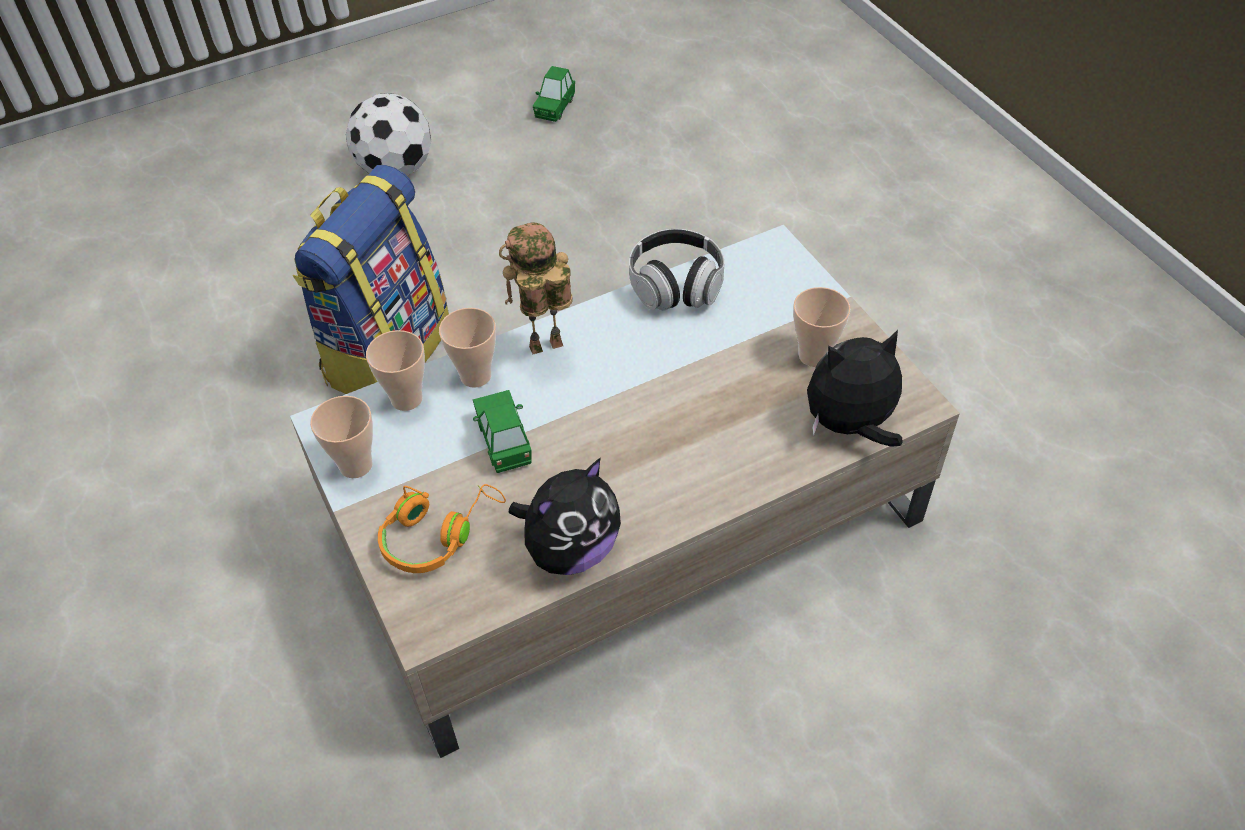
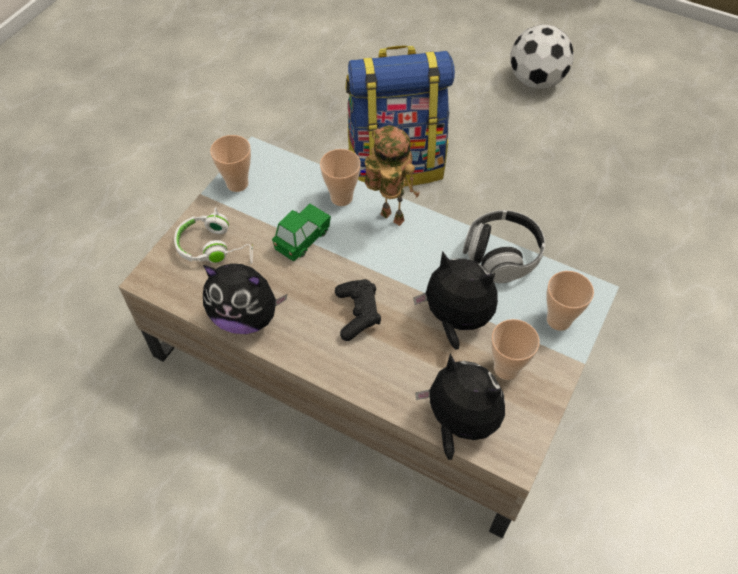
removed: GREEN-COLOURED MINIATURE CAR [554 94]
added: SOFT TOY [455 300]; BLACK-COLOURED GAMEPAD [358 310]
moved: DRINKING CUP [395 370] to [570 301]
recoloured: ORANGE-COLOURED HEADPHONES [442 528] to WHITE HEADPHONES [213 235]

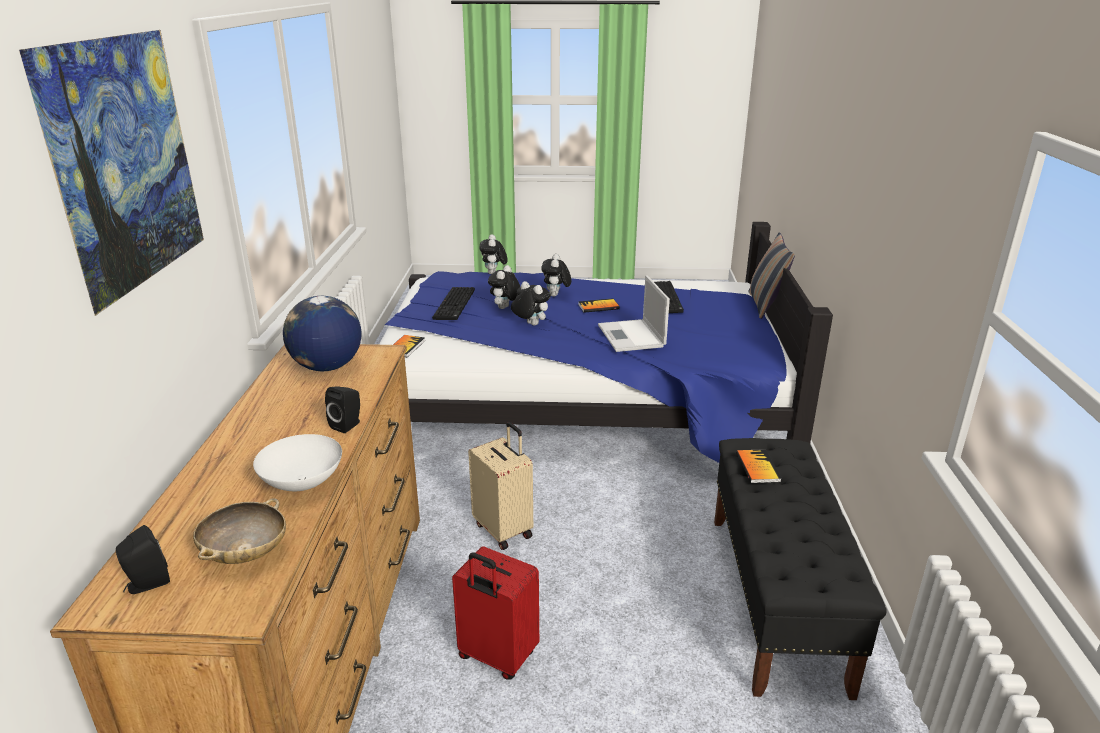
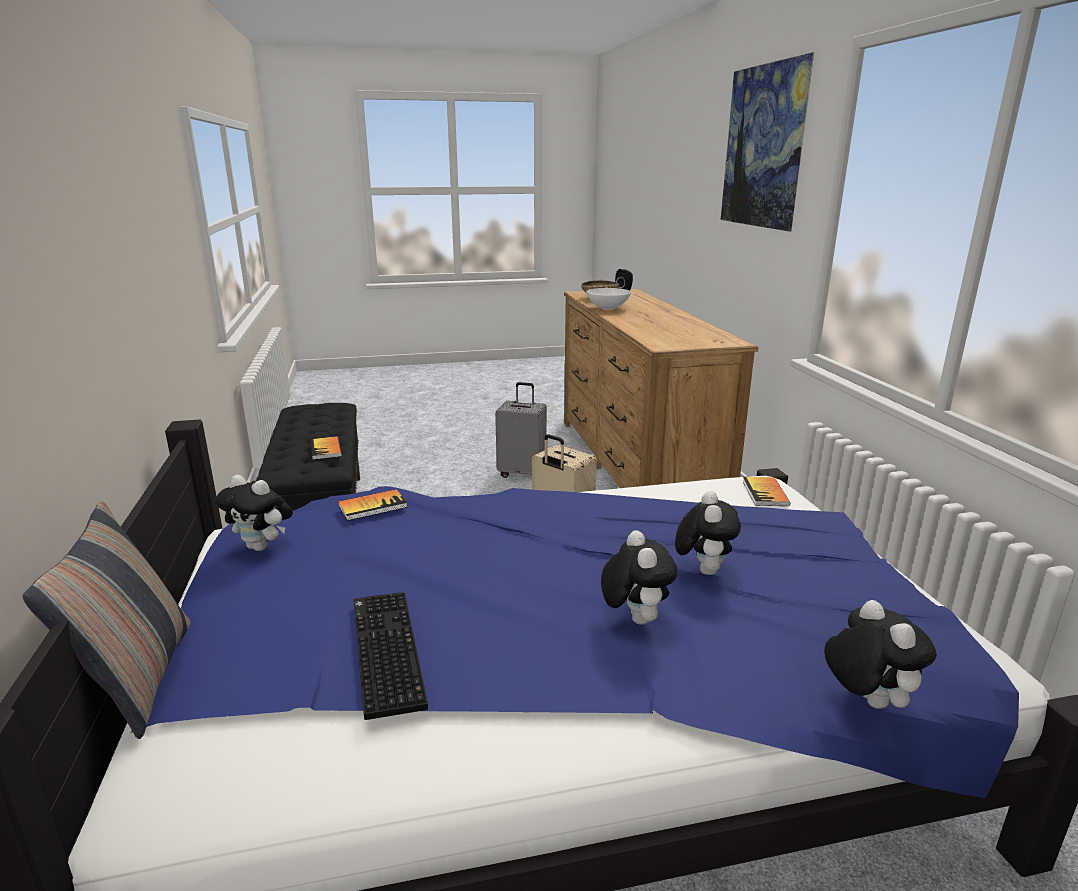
removed: LAPTOP [634 313]; PC KEYBOARD [453 303]; WORLD GLOBE [322 333]; BLACK-COLOURED SPEAKER [342 409]
moved: SOFT TOY [531 303] to [254 513]; VOLUME [599 305] to [372 505]
recoloured: RED-COLOURED TRAVEL CASE [495 613] to GREYISH TRAVEL CASE [521 430]

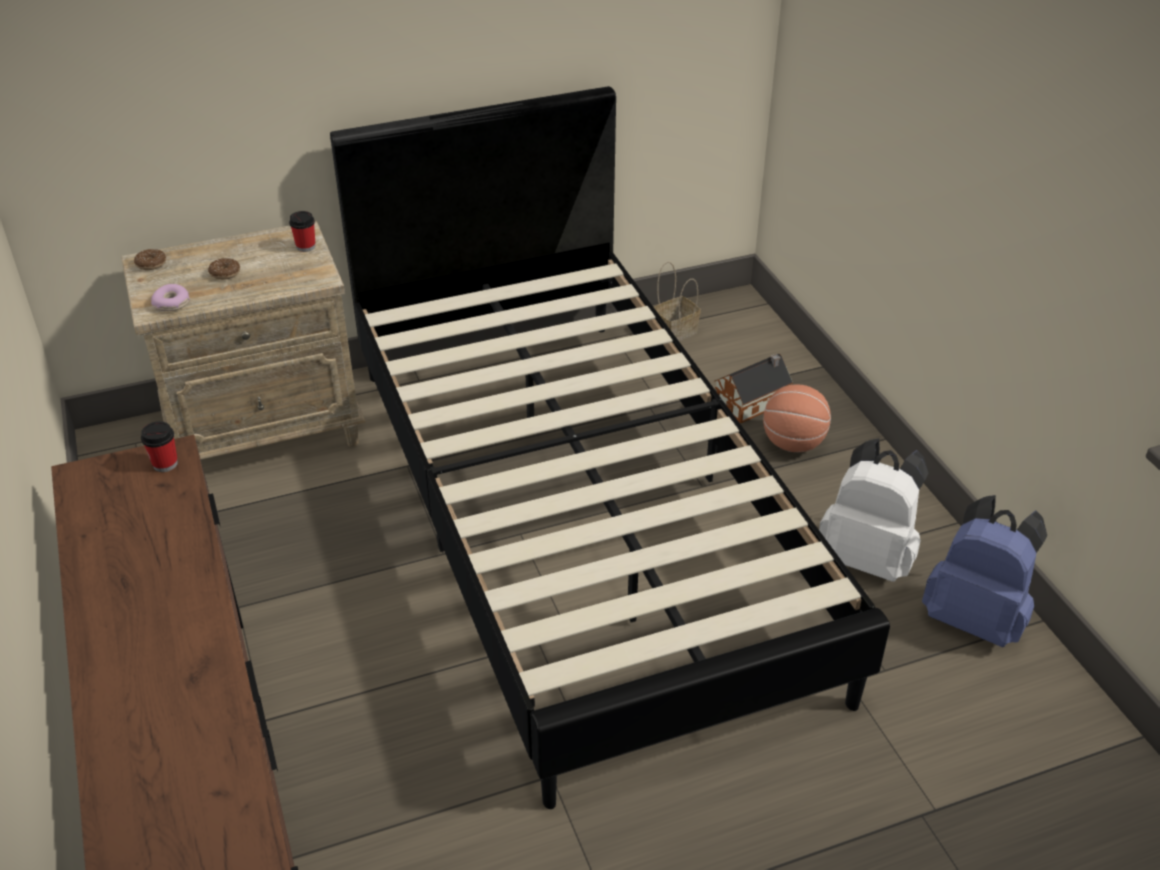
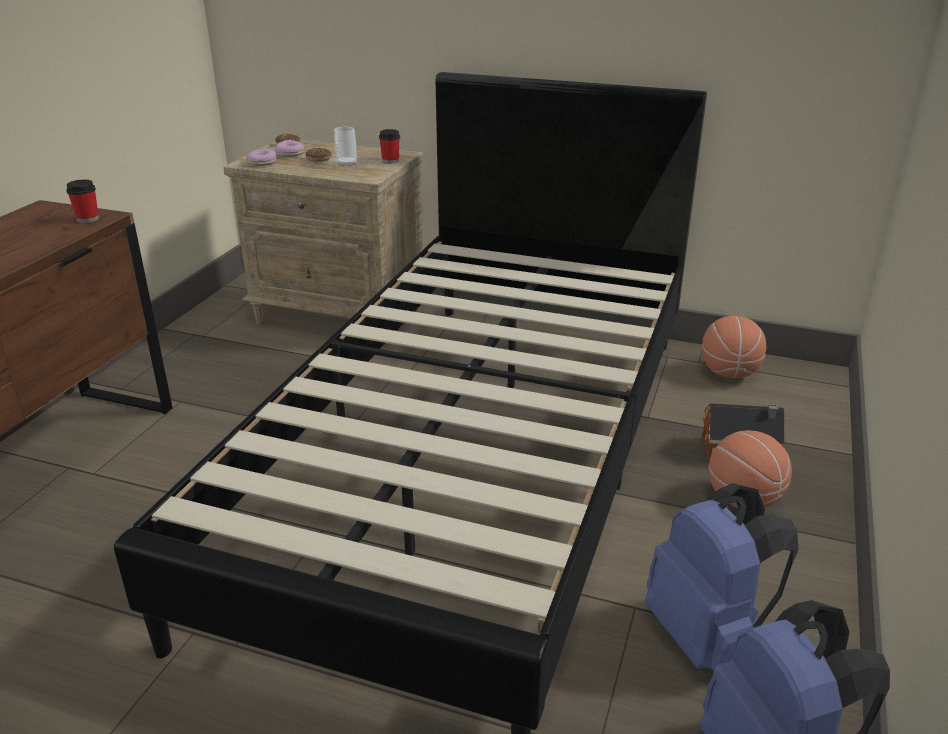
added: DRINKING CUP [345 147]; RING DOUGHNUT [289 148]
replaced: HOUSEHOLD BASKET [677 302] to BASKETBALL BALL [734 347]
recoloured: WHITE BACKPACK [873 510] to BLUE-COLOURED BACKPACK [721 576]

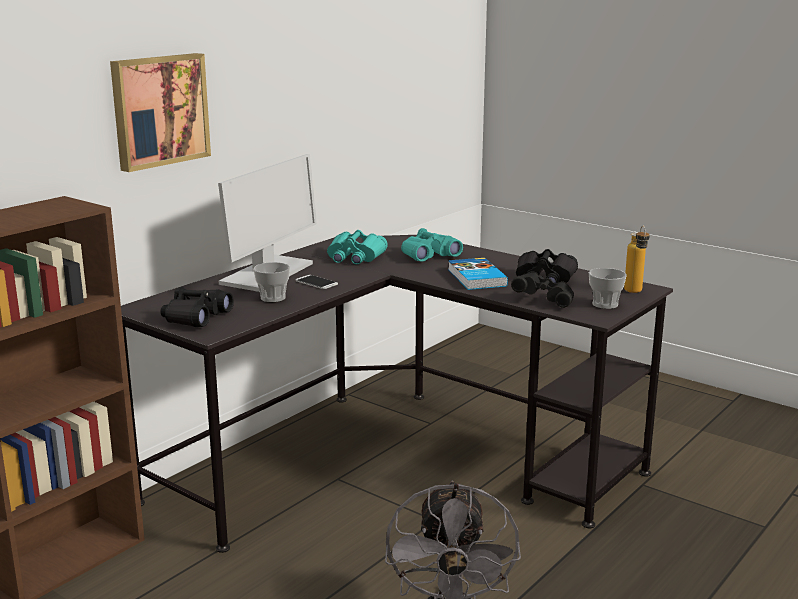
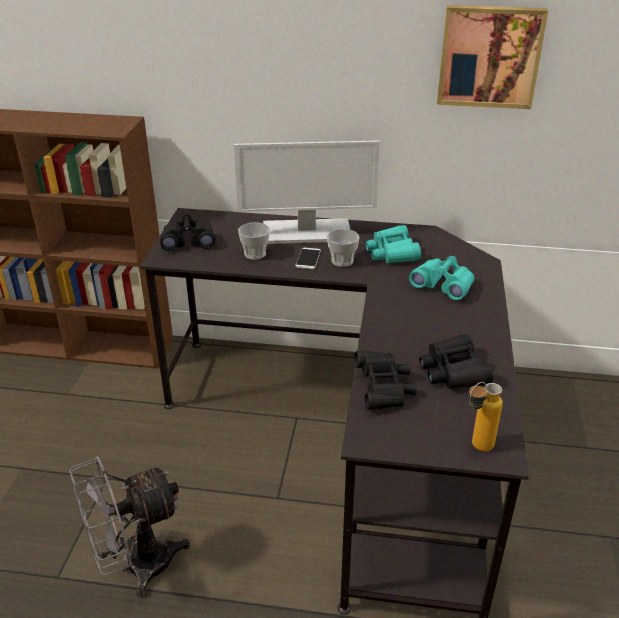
removed: VOLUME [478 274]
moved: WALL ART [160 112] to [492 57]; DRINKING CUP [608 288] to [343 248]

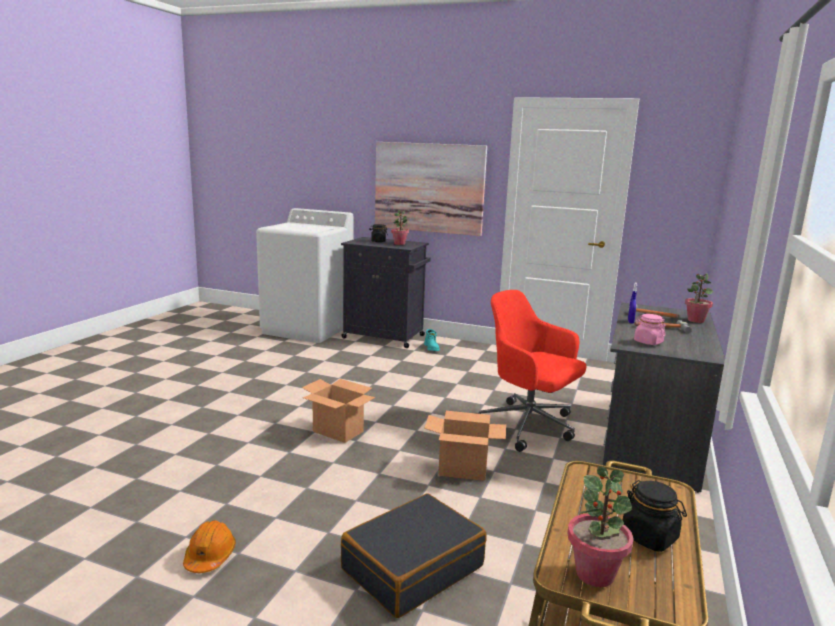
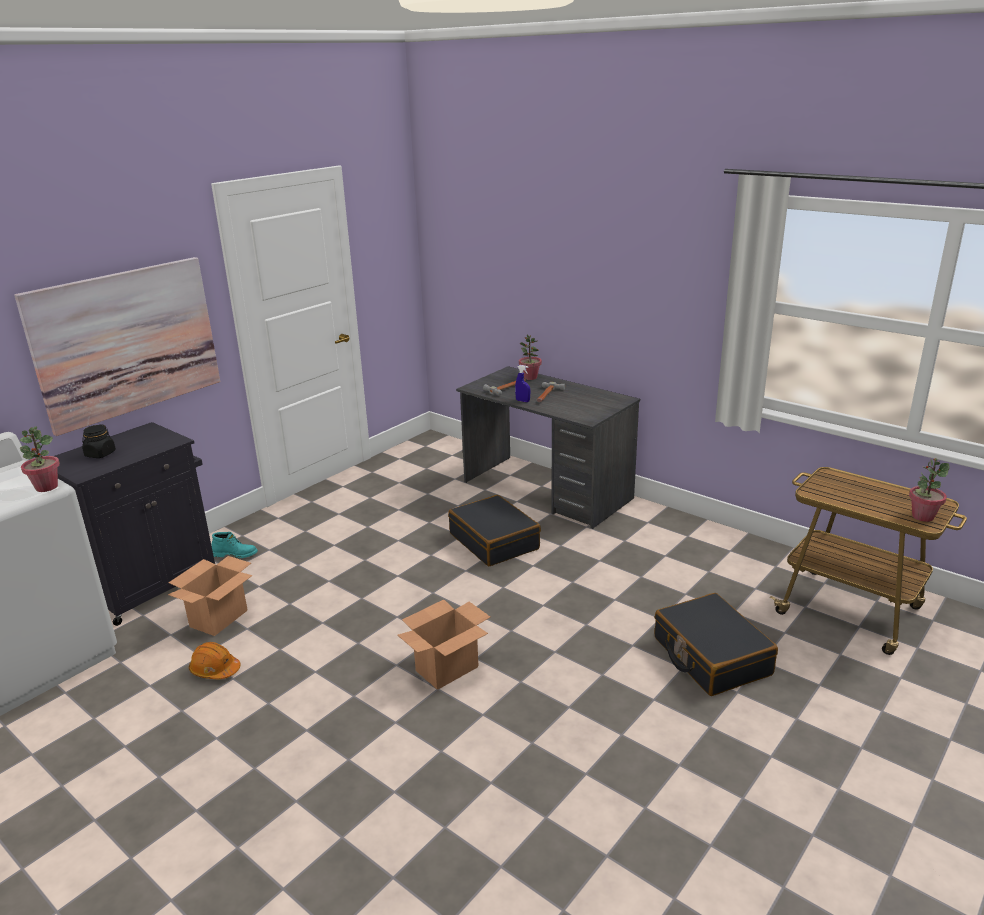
removed: PINKISH PRESERVE JAR [650 329]; BLACK-COLOURED PRESERVE JAR [655 516]
moved: HOUSEPLANT [400 227] to [40 459]; PACKING BOX [465 446] to [210 596]; ORANGE-COLOURED HARD HAT [209 546] to [215 660]
replaced: RED-COLOURED COMPUTER CHAIR [531 371] to BLACK-COLOURED TRAVEL CASE [494 530]

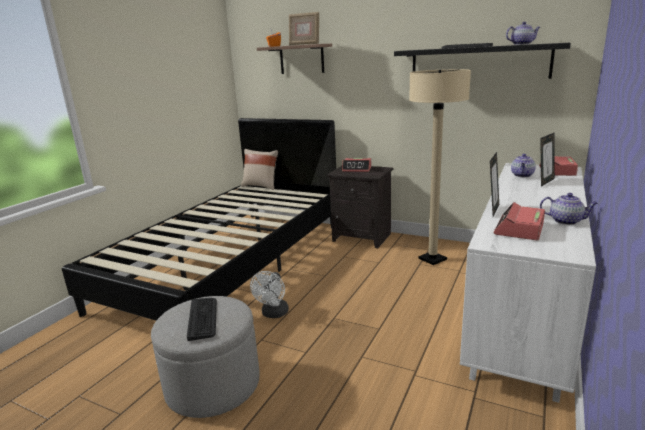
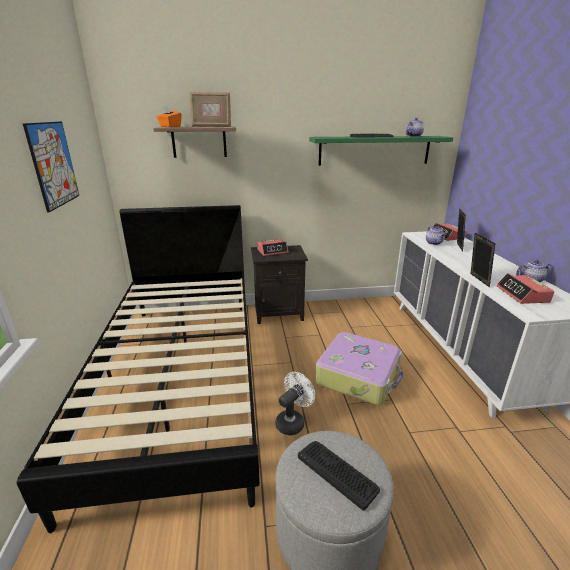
removed: BEIGE STANDING LAMP [440 167]; BEIGE CUSHION [259 169]
added: WALL ART [51 167]; TRAVEL CASE [359 368]
recoloured: BLACK-COLOURED WALL SHELF [482 61] to GREEN-COLOURED WALL SHELF [381 151]
turned: WHITE ELECTRIC FAN [269 294] = [295 403] 120 degrees counterclockwise

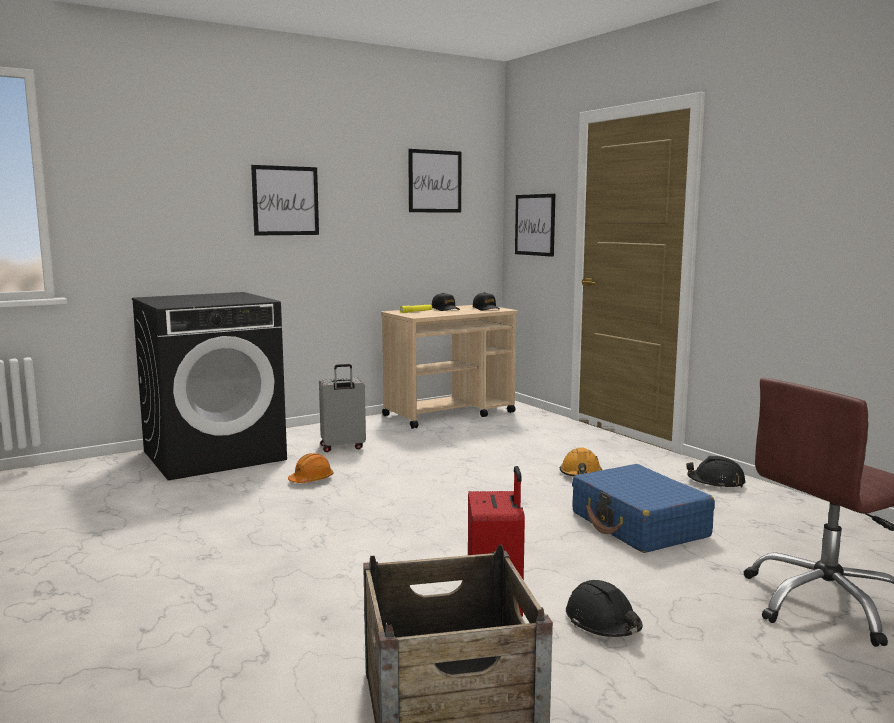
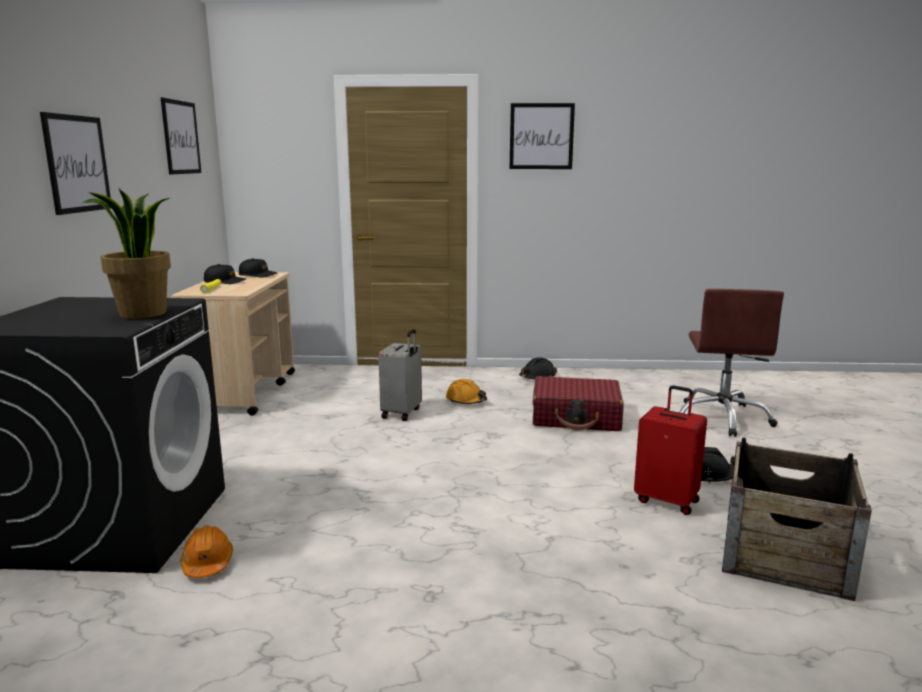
added: HOUSEPLANT [126 253]
moved: WALL ART [535 225] to [542 136]; GREYISH TRAVEL CASE [342 408] to [400 375]; ORANGE-COLOURED HARD HAT [310 468] to [206 552]
recoloured: BLUE-COLOURED TRAVEL CASE [643 508] to RED-COLOURED TRAVEL CASE [578 403]

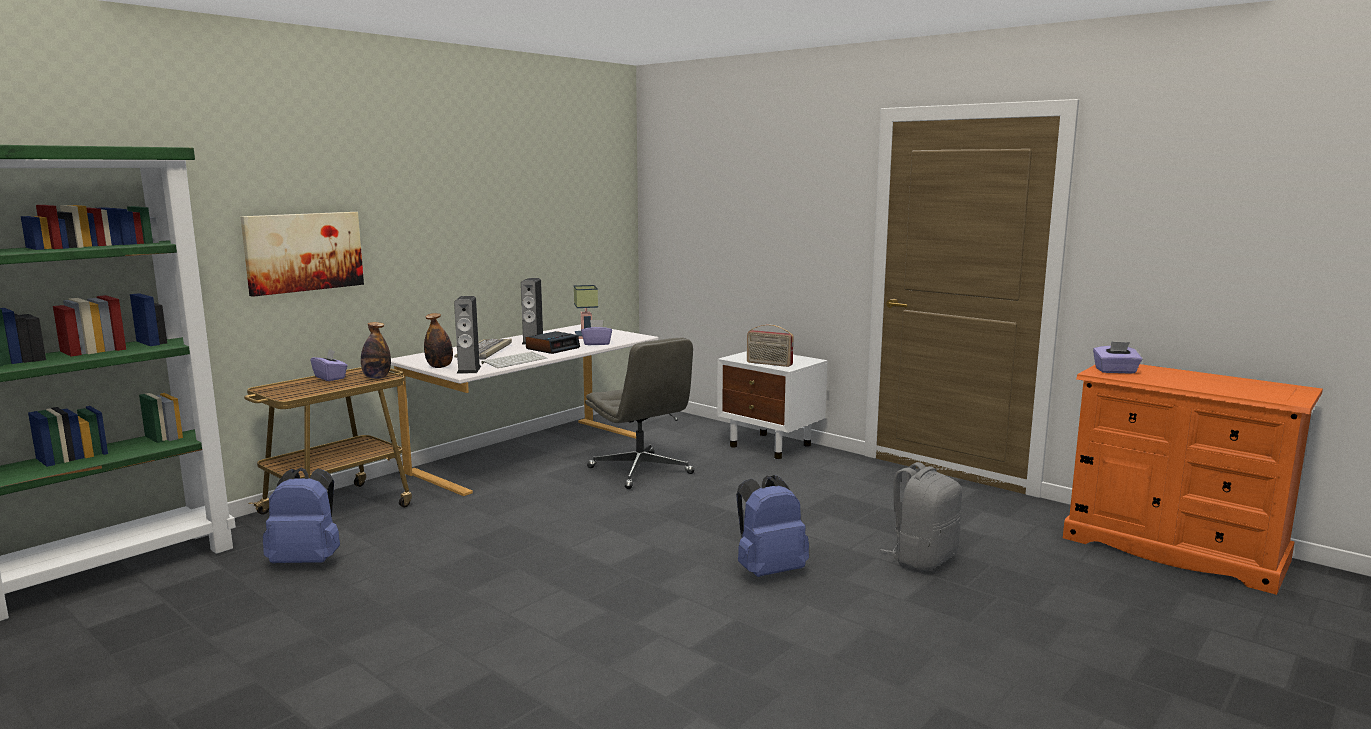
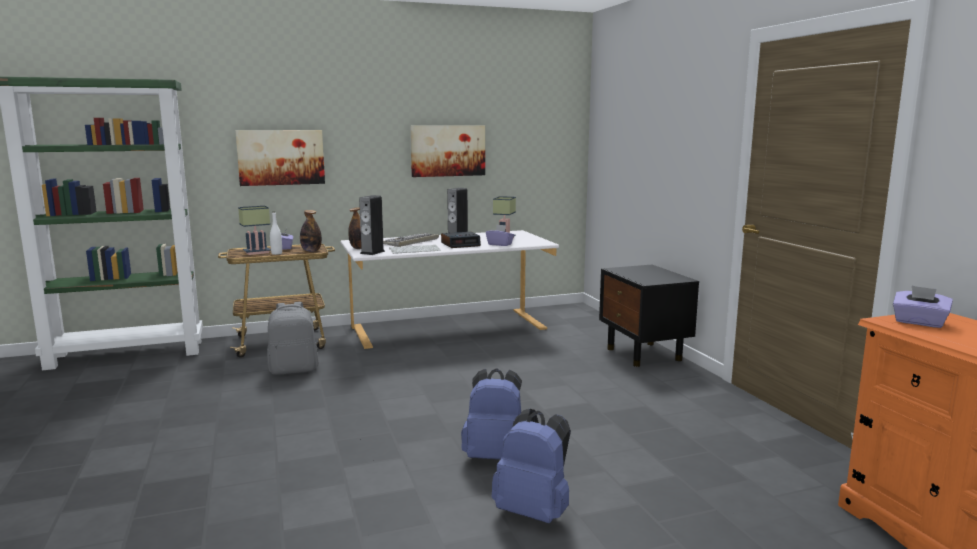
removed: RADIO SET [770 345]; GREYISH COMPUTER CHAIR [640 413]
added: WALL ART [447 151]; TABLE LAMP [254 230]; WHITE BEVERAGE BOTTLE [276 233]
moved: GREYISH BACKPACK [921 517] to [293 338]; BLUE-COLOURED BACKPACK [301 515] to [531 466]
recoloured: WHITE NIGHT TABLE [772 405] to BLACK-COLOURED NIGHT TABLE [649 316]

